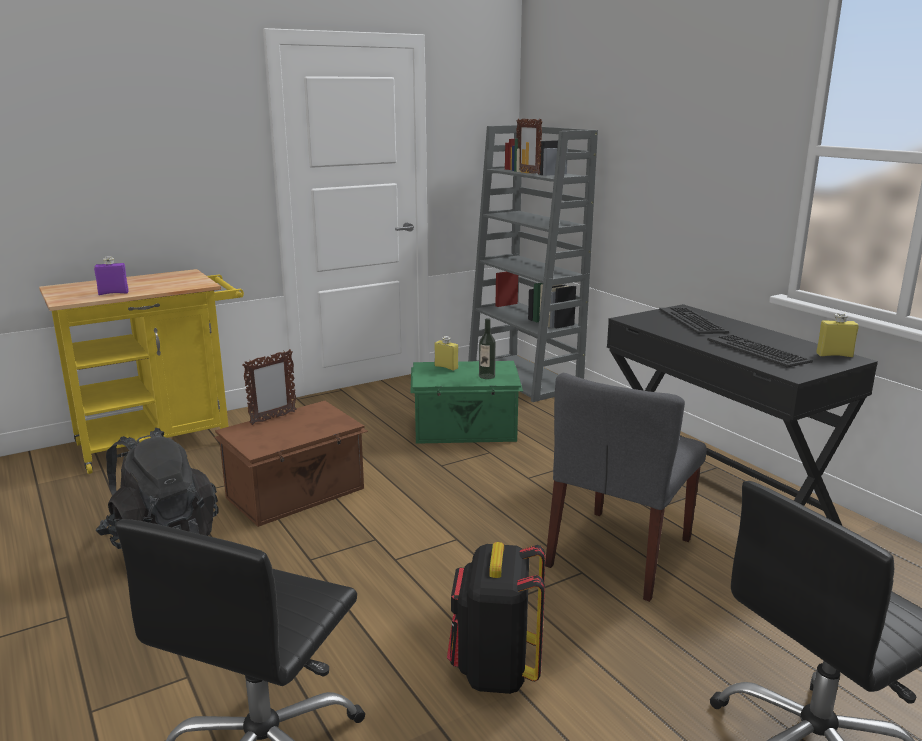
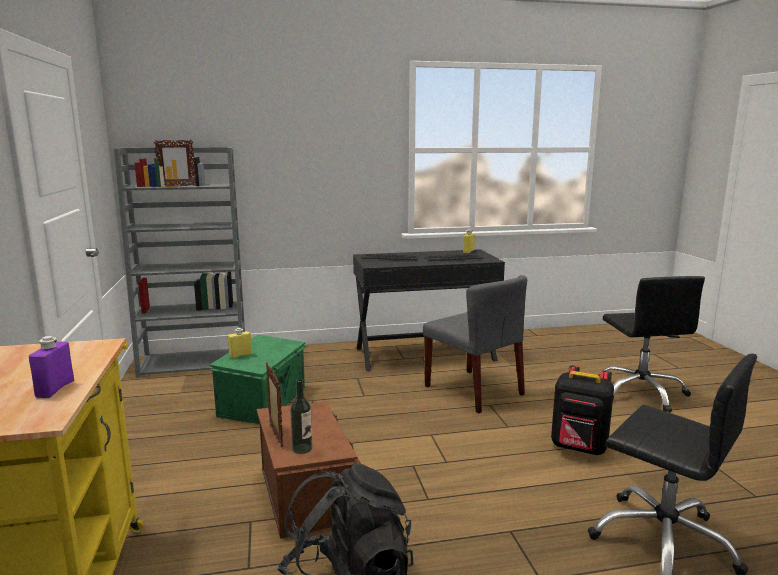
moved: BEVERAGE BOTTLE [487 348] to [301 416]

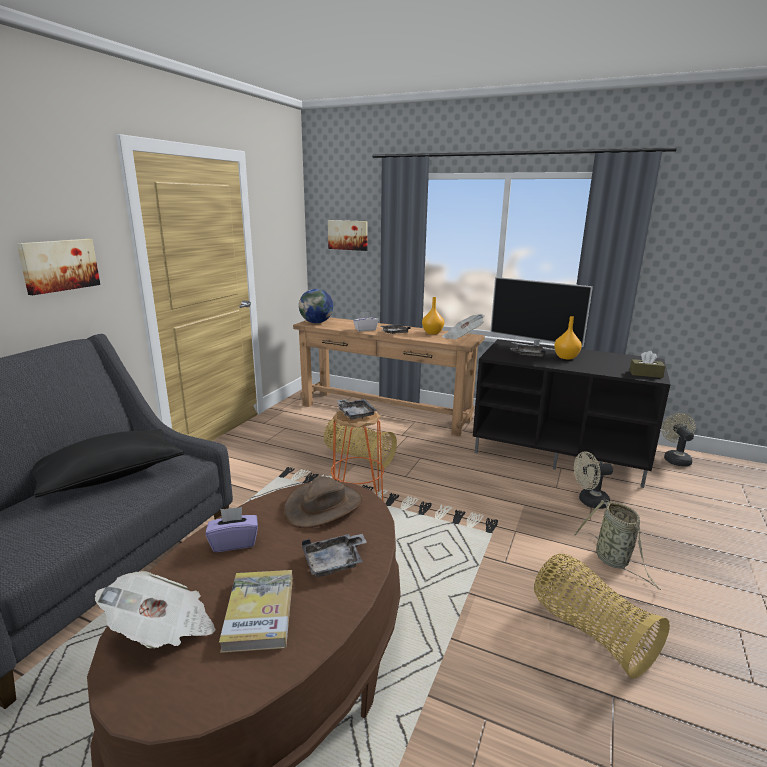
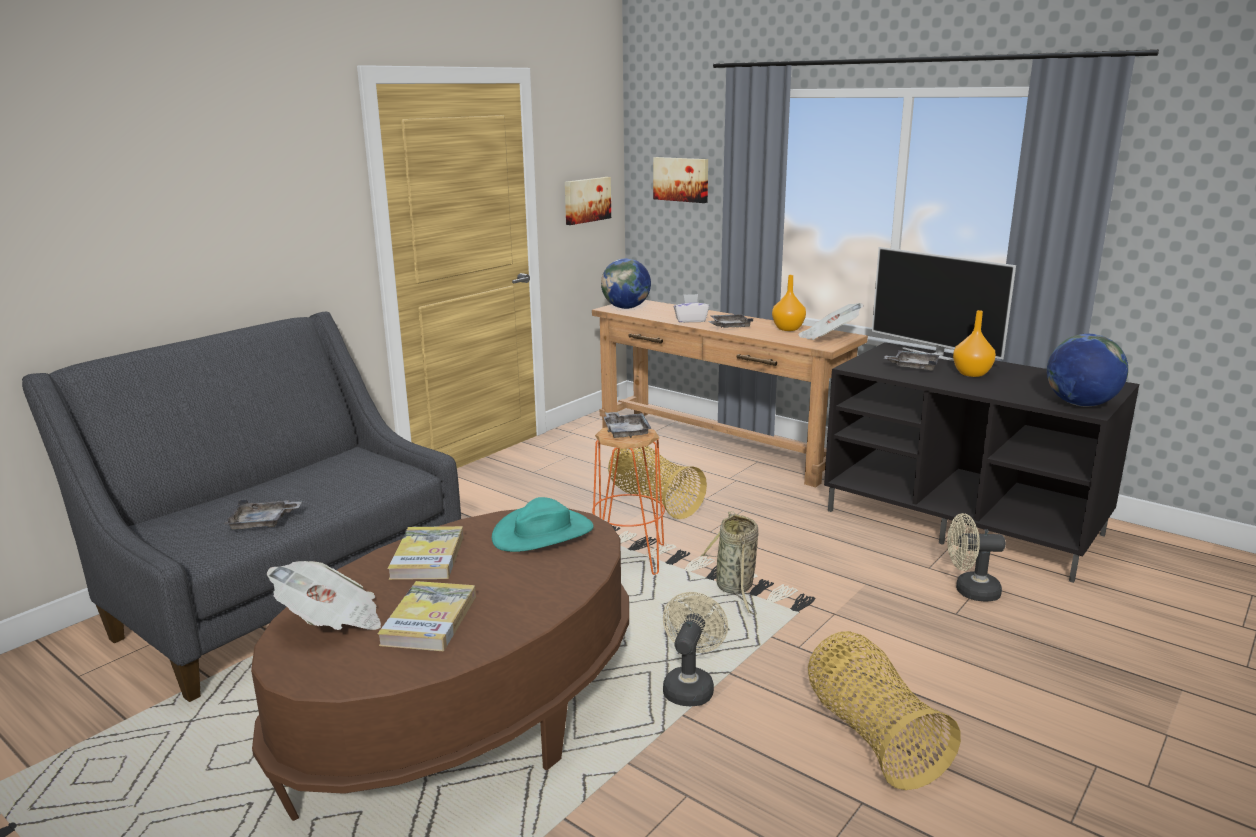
removed: BLACK-COLOURED CUSHION [107 463]
moved: WALL ART [58 267] to [588 201]; BEIGE ELECTRIC FAN [678 439] to [695 649]; HOUSEHOLD BASKET [617 545] to [729 563]; GREYISH TRAY [334 556] to [263 514]
replaced: BROWN-COLOURED BOX OF TISSUES [647 364] to WORLD GLOBE [1087 370]; PURPLISH BOX OF TISSUES [232 529] to VOLUME [426 553]
recoloured: BROWN-COLOURED HAT [323 502] to TURQUOISE-COLOURED HAT [543 524]

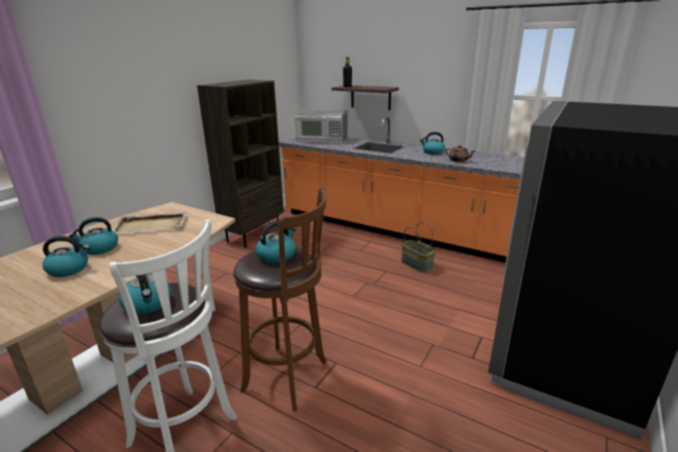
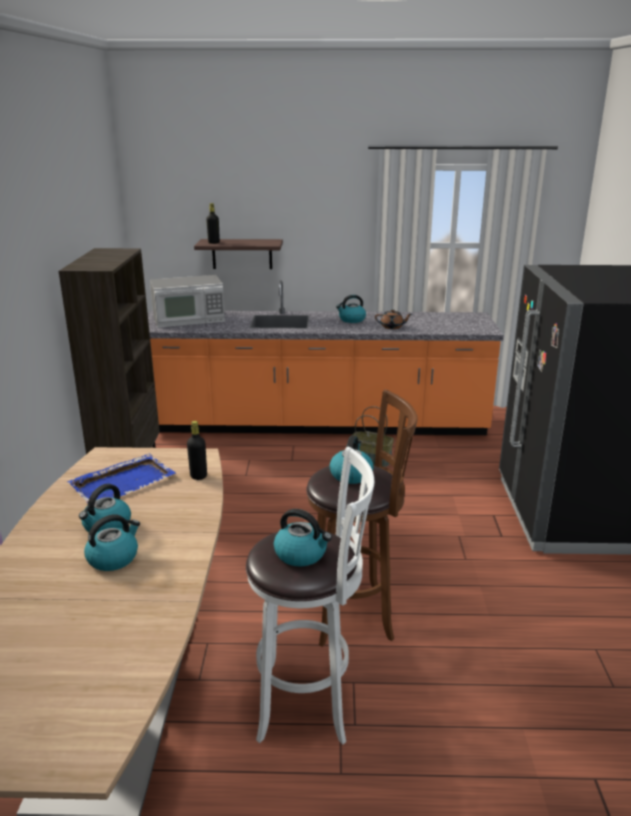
added: BLACK-COLOURED BEVERAGE BOTTLE [197 450]
recoloured: BEIGE TRAY [149 222] to BLUE-COLOURED TRAY [121 478]

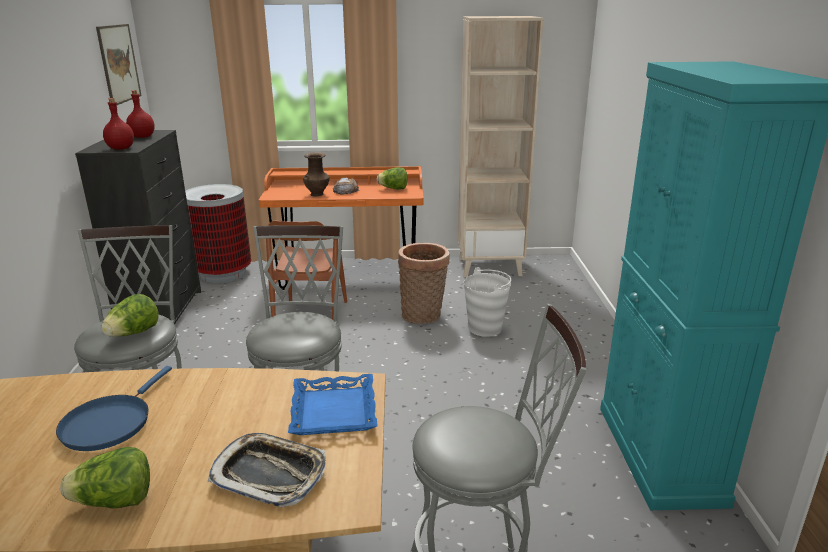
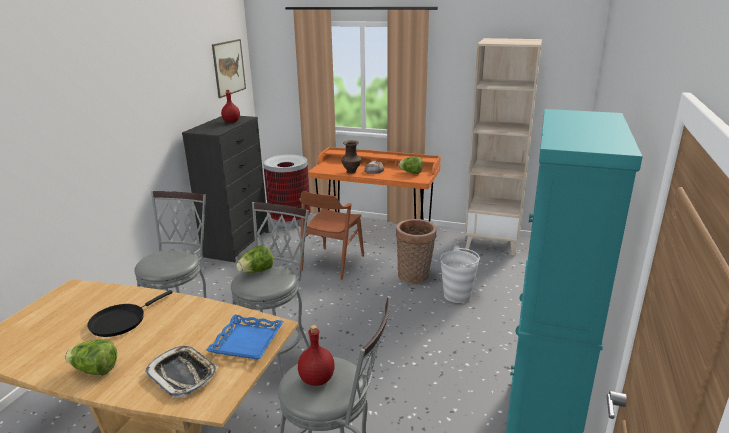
moved: RED-COLOURED BEVERAGE BOTTLE [118 124] to [316 355]; LETTUCE [130 315] to [255 259]
recoloured: BLUE-COLOURED FRYING PAN [114 408] to BLACK-COLOURED FRYING PAN [130 313]

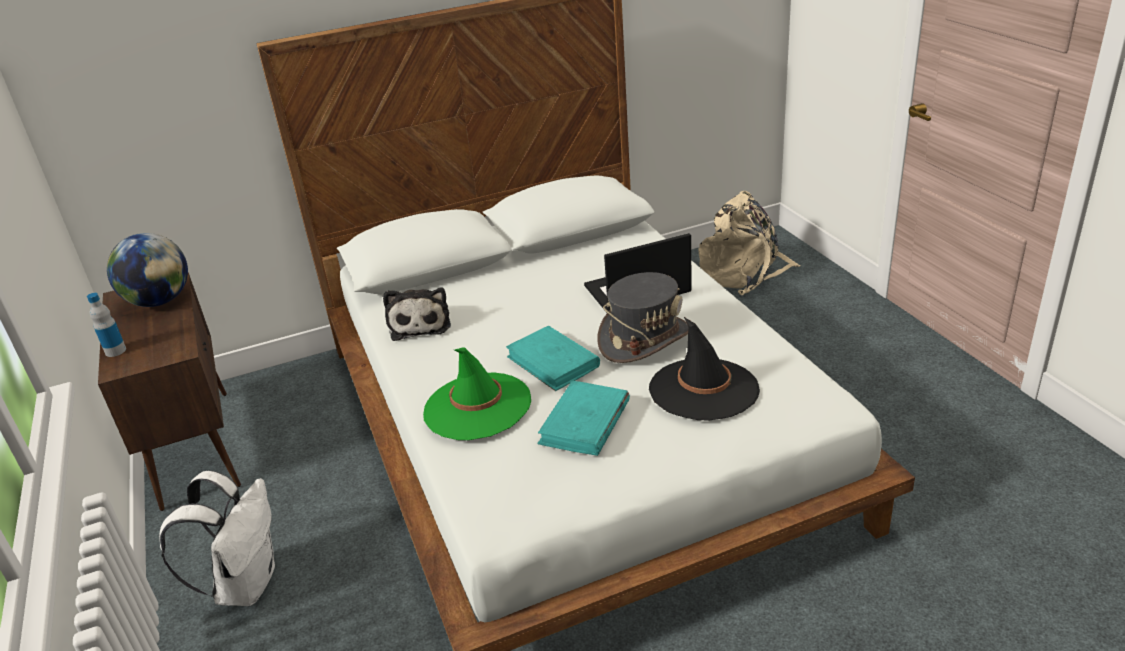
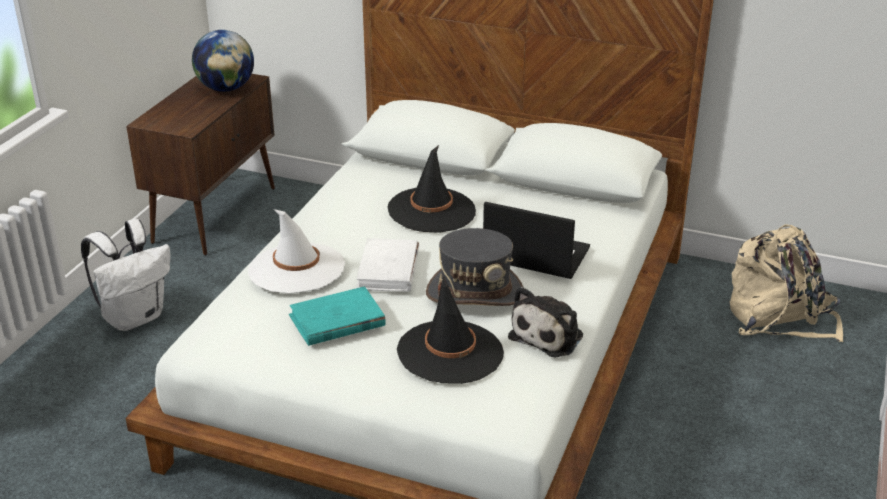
removed: BEVERAGE BOTTLE [106 325]
added: BLACK-COLOURED HAT [432 189]
moved: SOFT TOY [417 314] to [545 322]
recoloured: TURQUOISE-COLOURED VOLUME [553 358] to WHITE VOLUME [387 265]; GREEN-COLOURED HAT [477 393] to WHITE HAT [296 251]

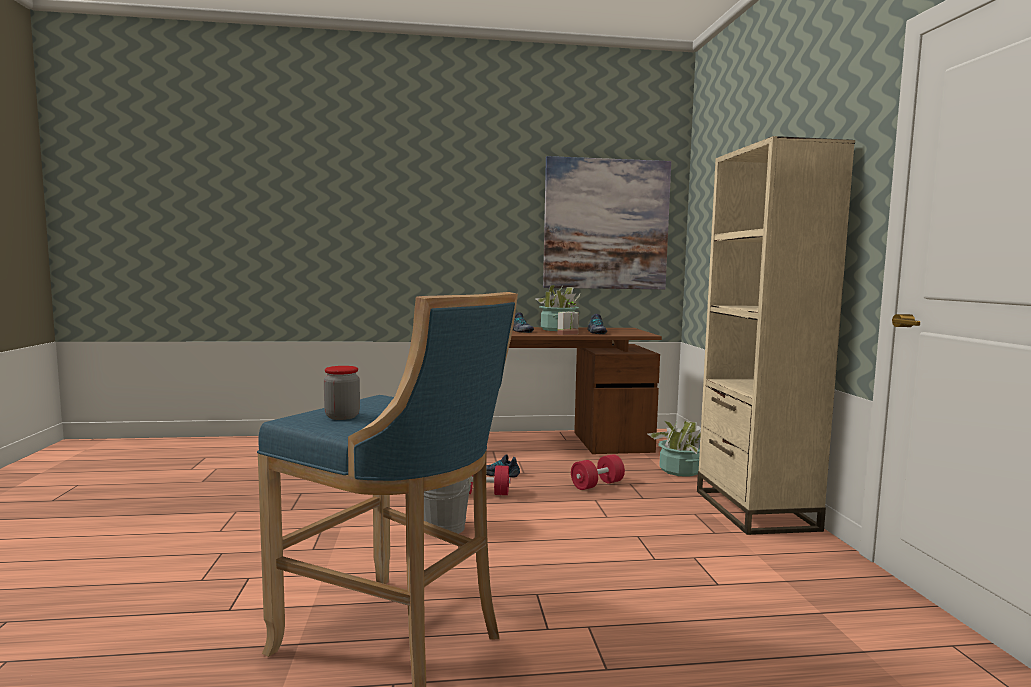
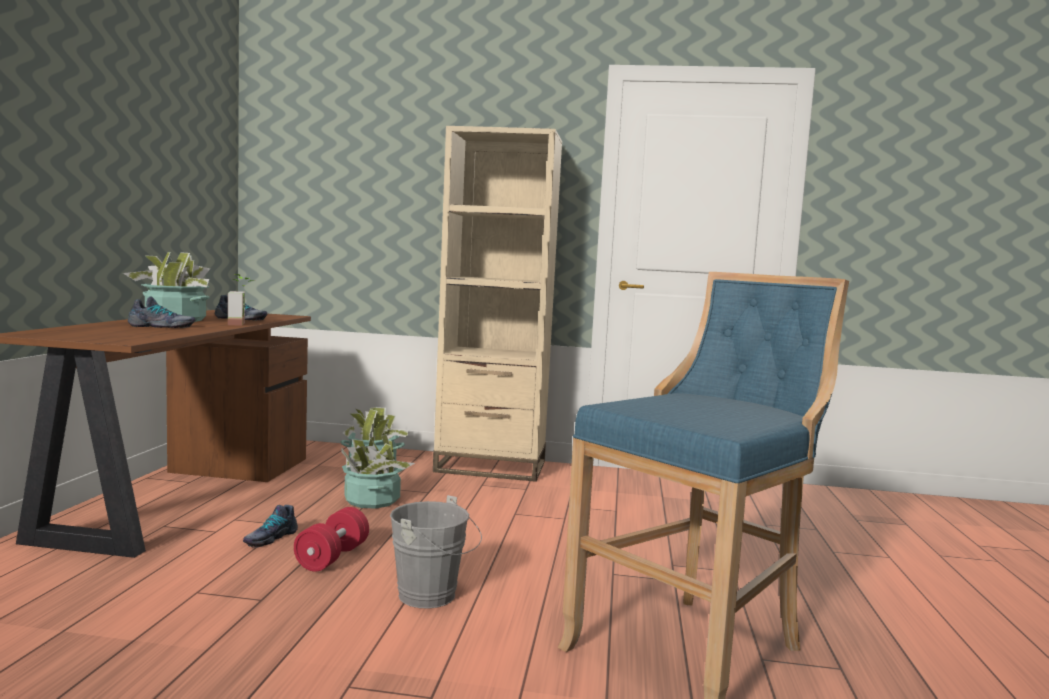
removed: WALL ART [607 222]; PRESERVE JAR [342 393]
replaced: RED-COLOURED DUMBBELL [598 472] to HOUSEPLANT [378 471]

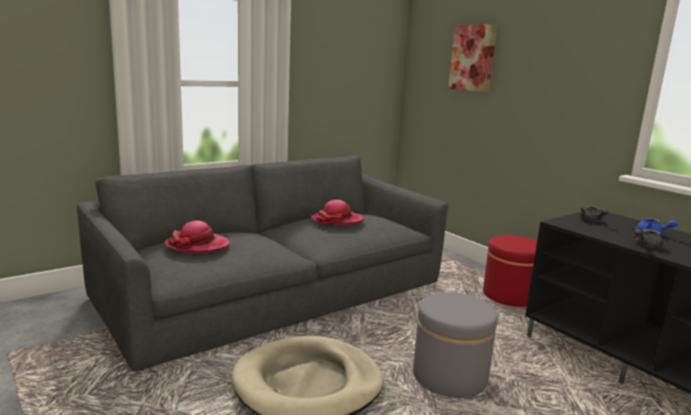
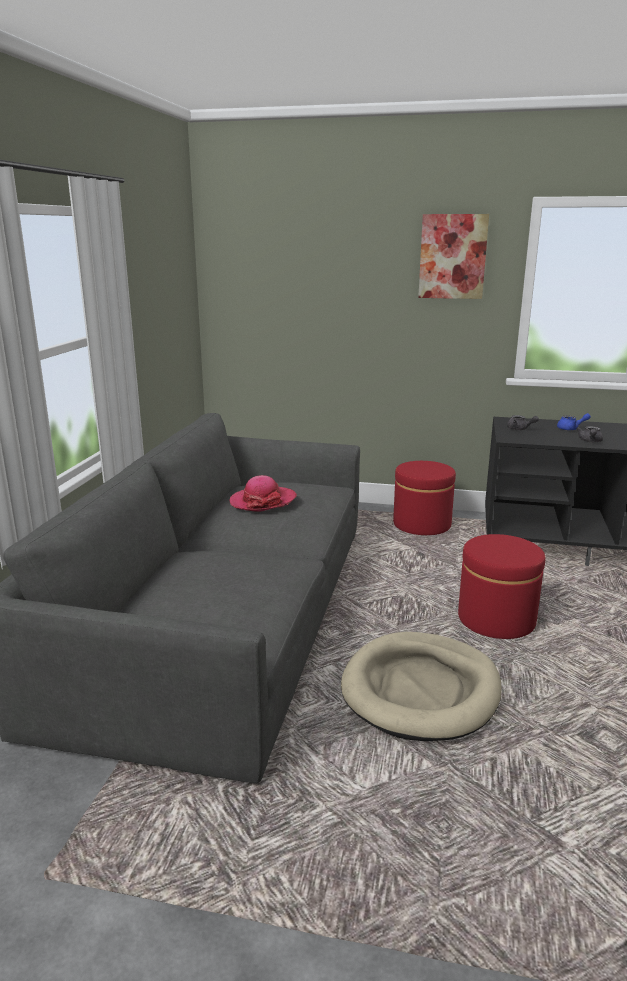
removed: HAT [197 237]
moved: WALL ART [473 58] to [453 256]
recoloured: GREYISH OTTOMAN [455 345] to RED-COLOURED OTTOMAN [501 586]

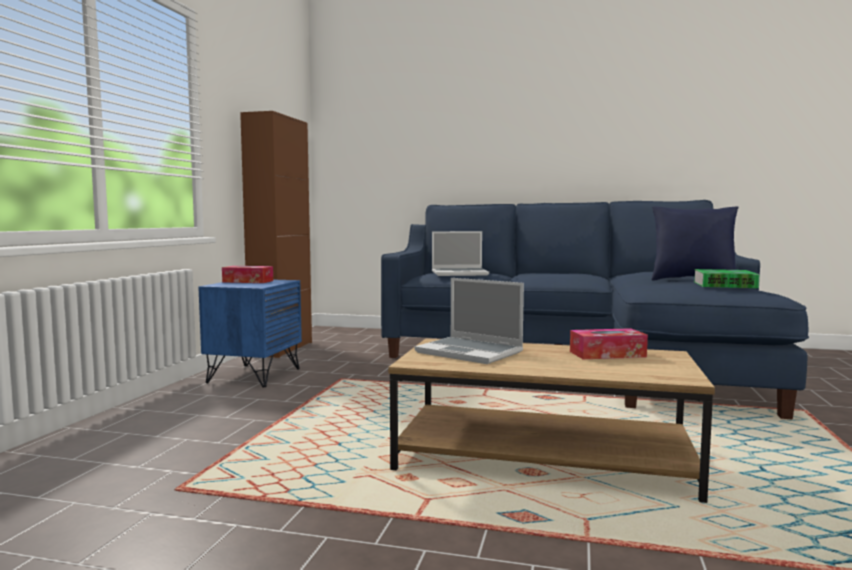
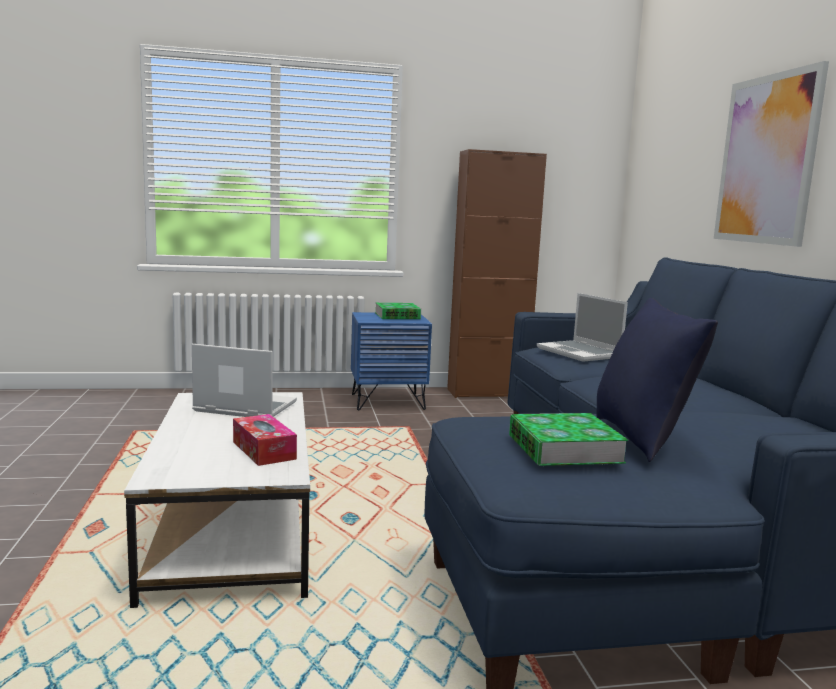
added: WALL ART [771 154]
replaced: BOX OF TISSUES [247 274] to VOLUME [398 311]
recoloured: BROWN-COLOURED LOW TABLE [551 420] to WHITE LOW TABLE [217 500]
turned: LAPTOP [469 321] = [244 380] 90 degrees clockwise

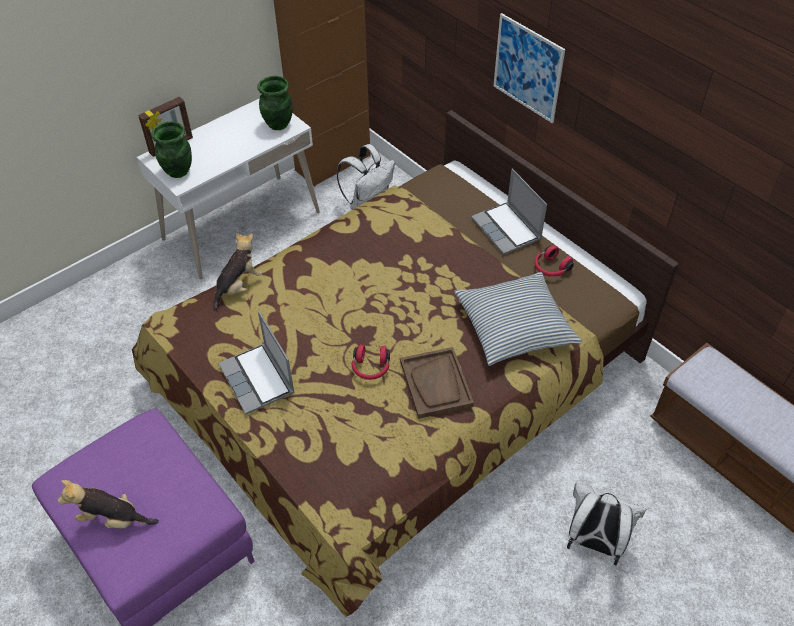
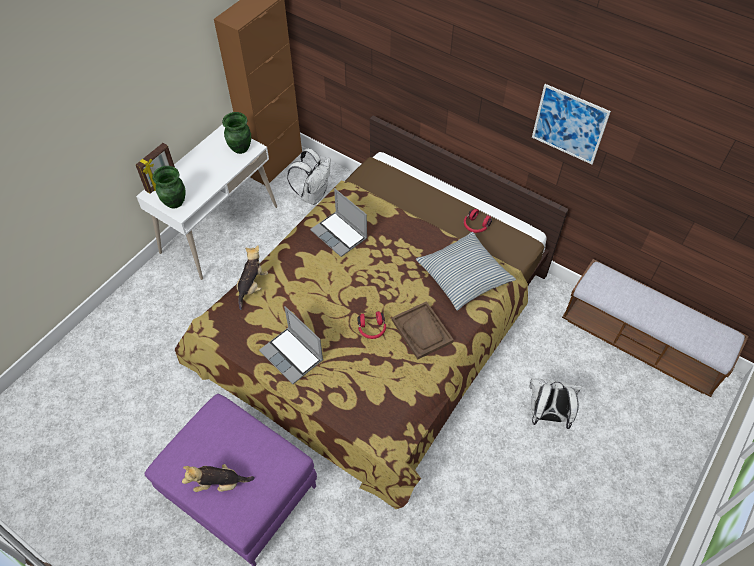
moved: WALL ART [529 68] to [571 124]; LAPTOP [509 212] to [338 222]

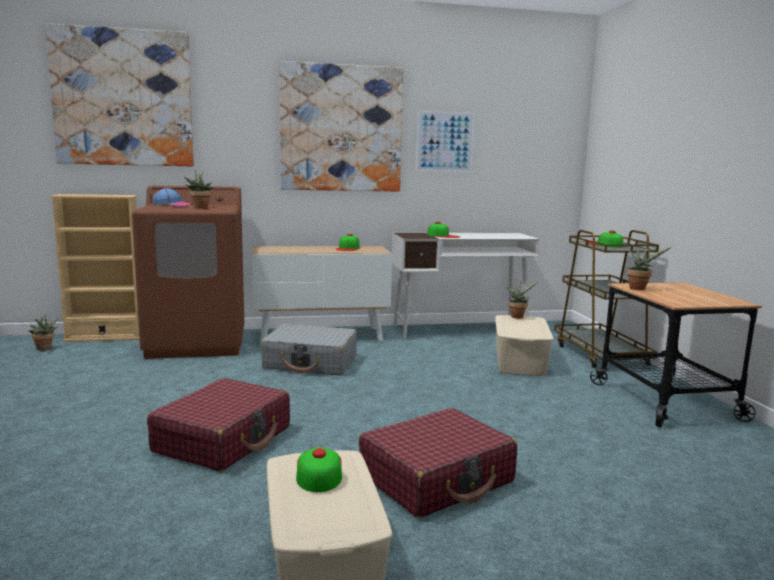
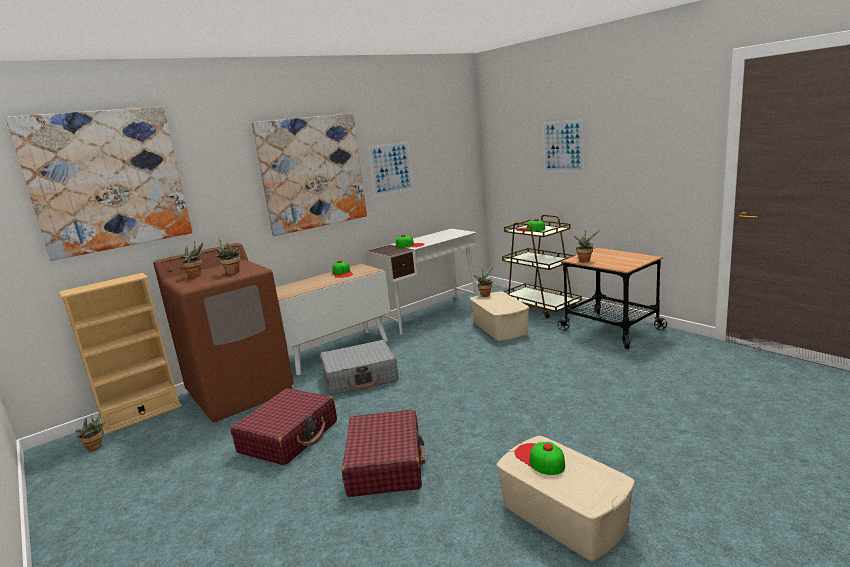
added: WALL ART [563 145]
moved: RED-COLOURED TRAVEL CASE [438 463] to [284 426]
replaced: BASEBALL CAP [173 197] to HOUSEPLANT [192 259]

